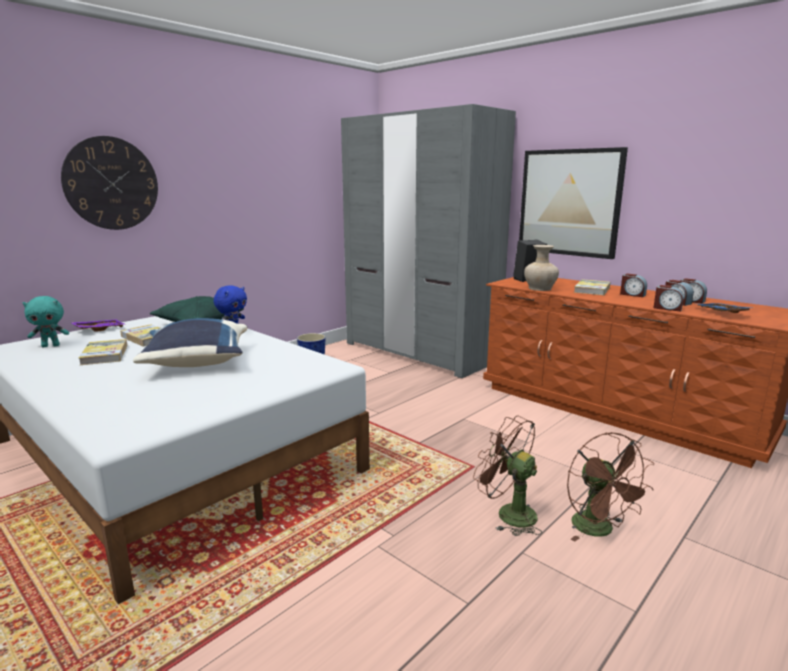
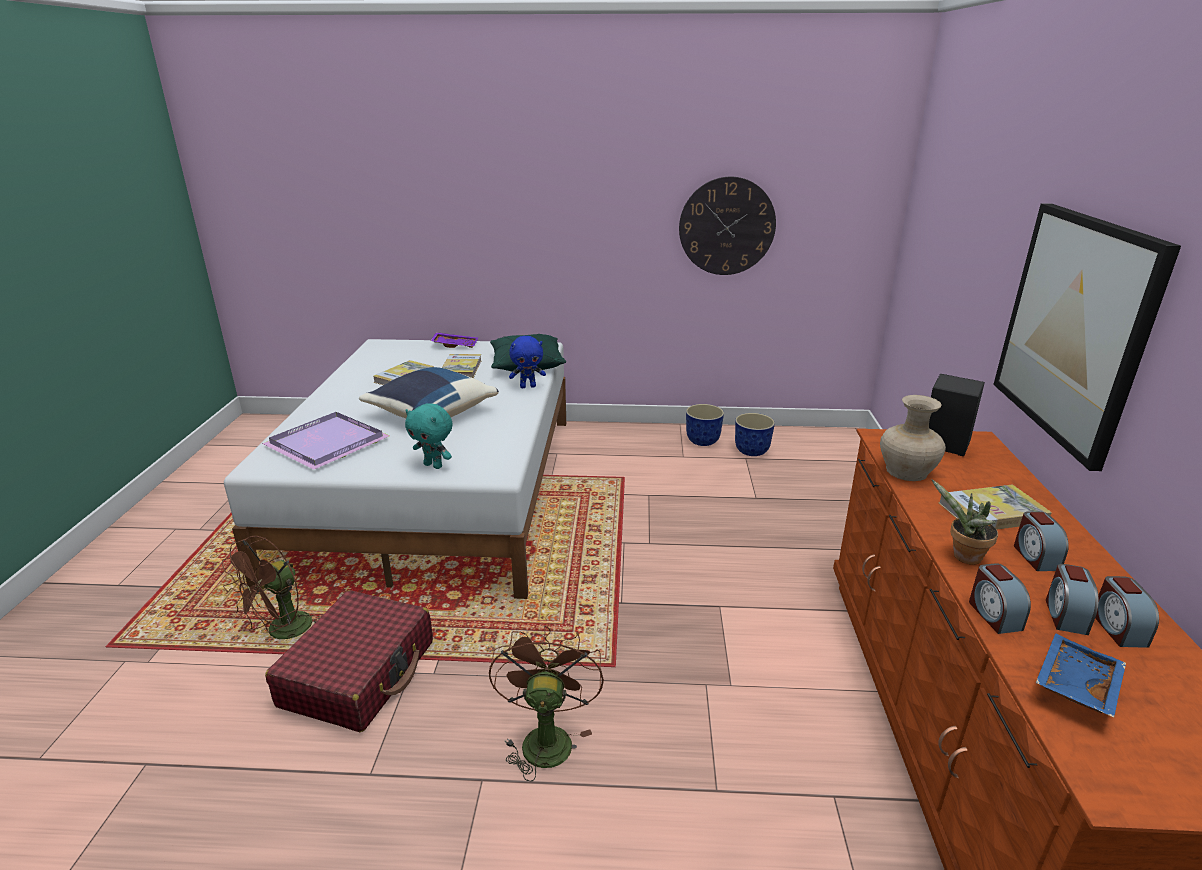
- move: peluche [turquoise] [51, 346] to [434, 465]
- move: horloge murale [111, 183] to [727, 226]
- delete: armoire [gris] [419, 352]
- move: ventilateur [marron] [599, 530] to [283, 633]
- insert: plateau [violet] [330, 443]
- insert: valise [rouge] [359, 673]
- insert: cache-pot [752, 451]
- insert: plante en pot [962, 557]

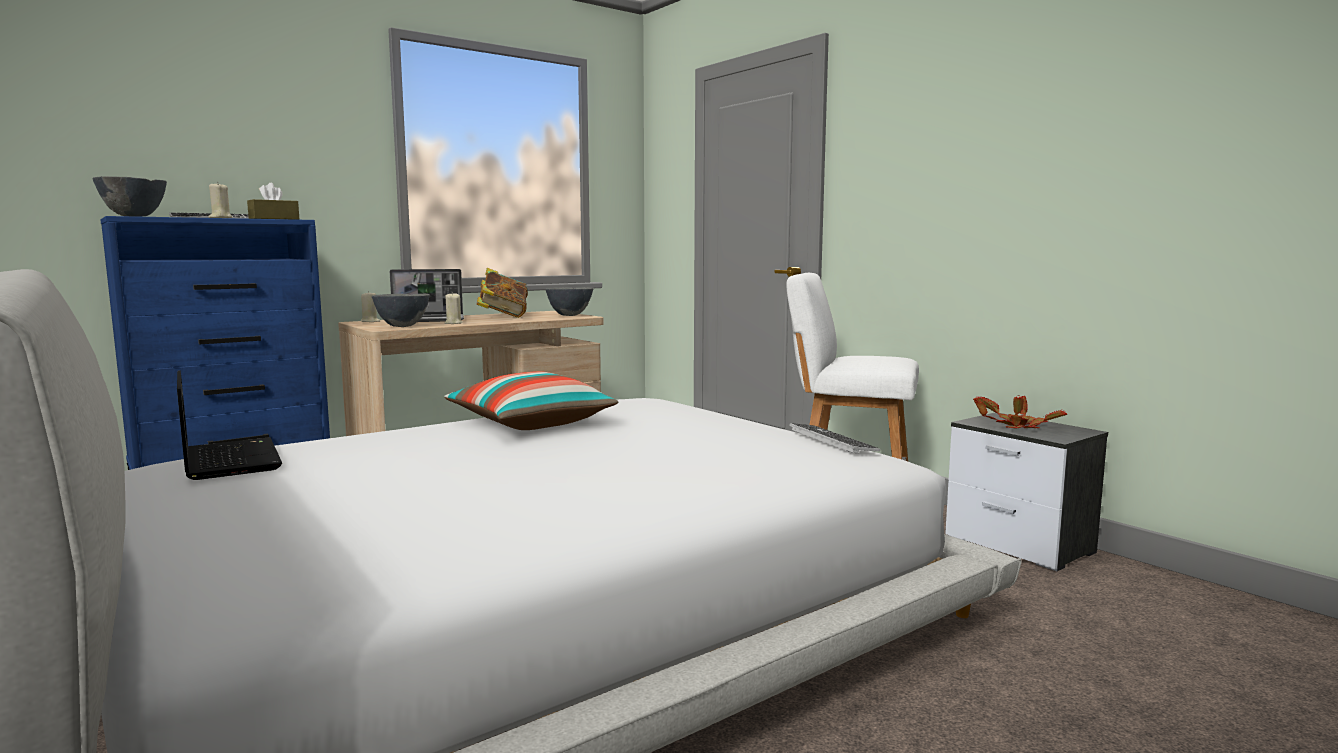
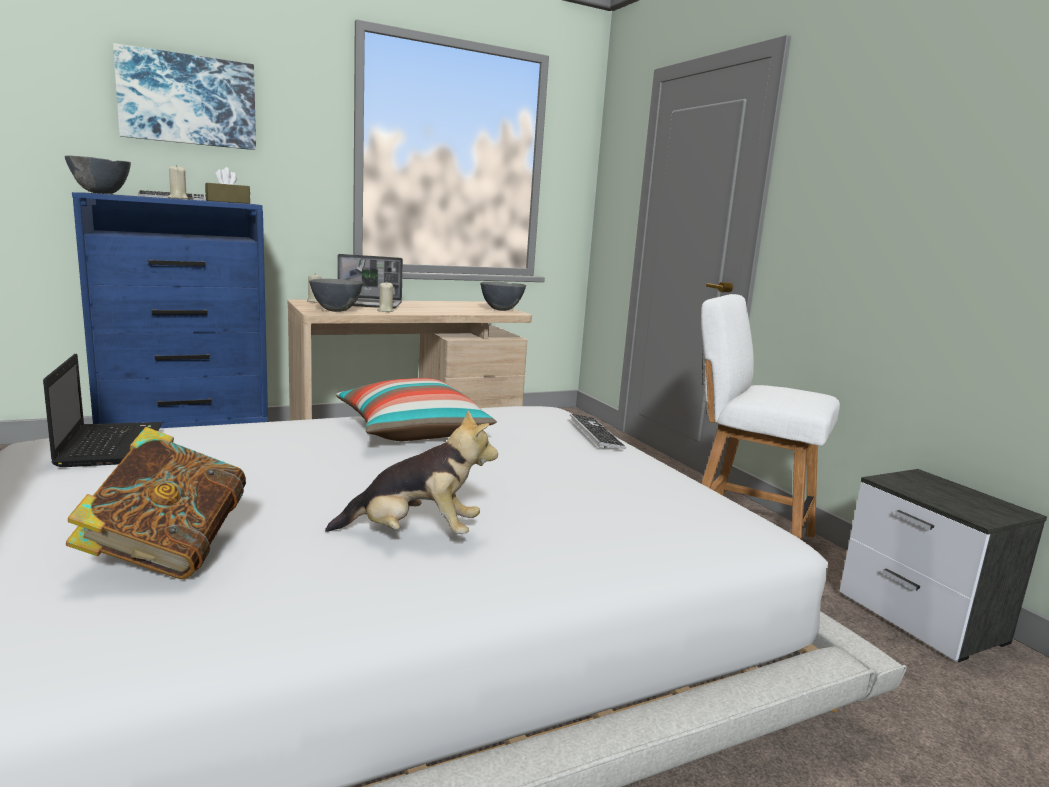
- move: livre [503, 316] to [167, 554]
- move: clavier [832, 440] to [595, 433]
- delete: plante en pot [1016, 427]
- insert: tableau [188, 100]
- insert: peluche [415, 535]

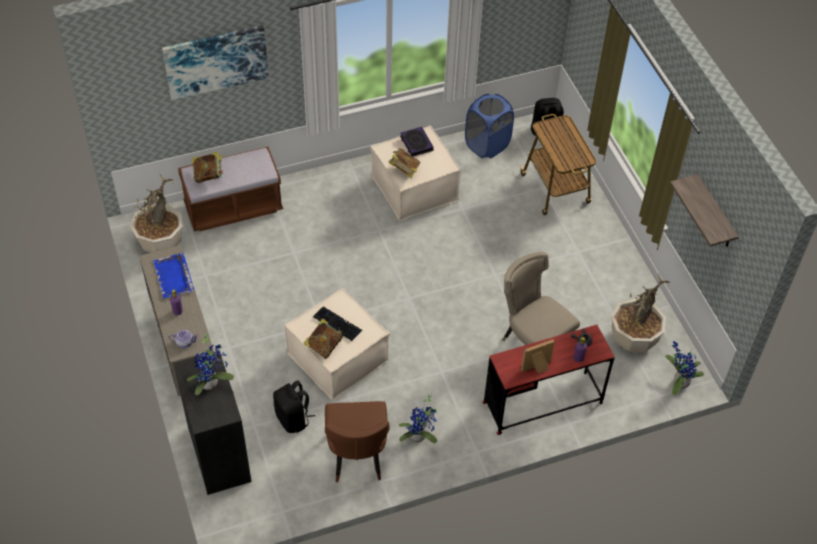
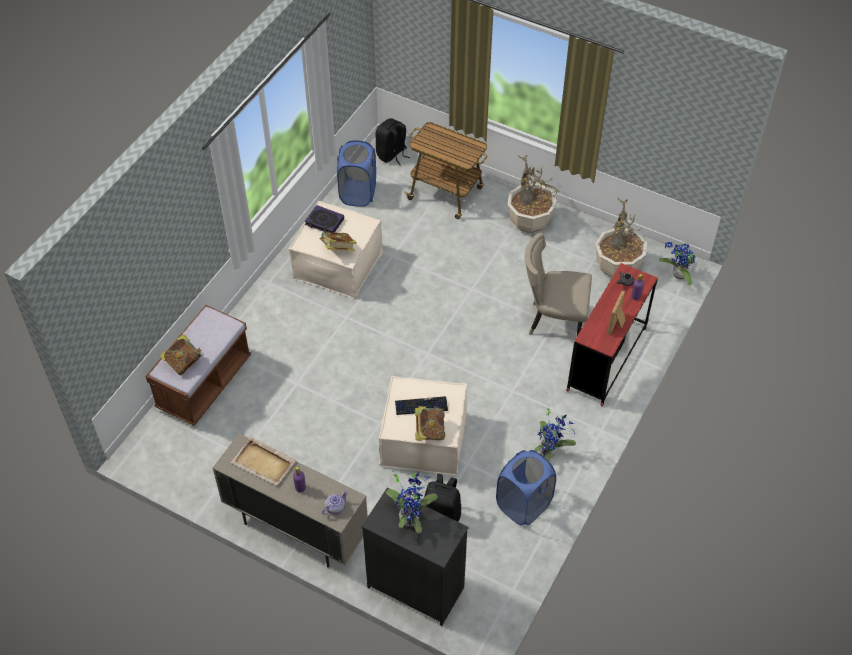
- move: plante en pot [161, 243] to [530, 222]
- recolor: plateau [bleu] [173, 277] to plateau [beige] [264, 463]
- delete: tableau [216, 61]
- replace: chaise [marron] [357, 459] to panier à linge [bleu] [523, 505]
- delete: étagère [715, 214]

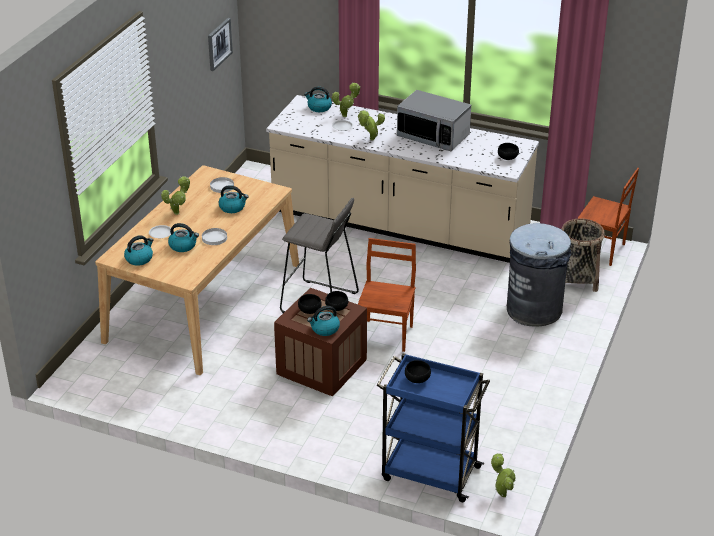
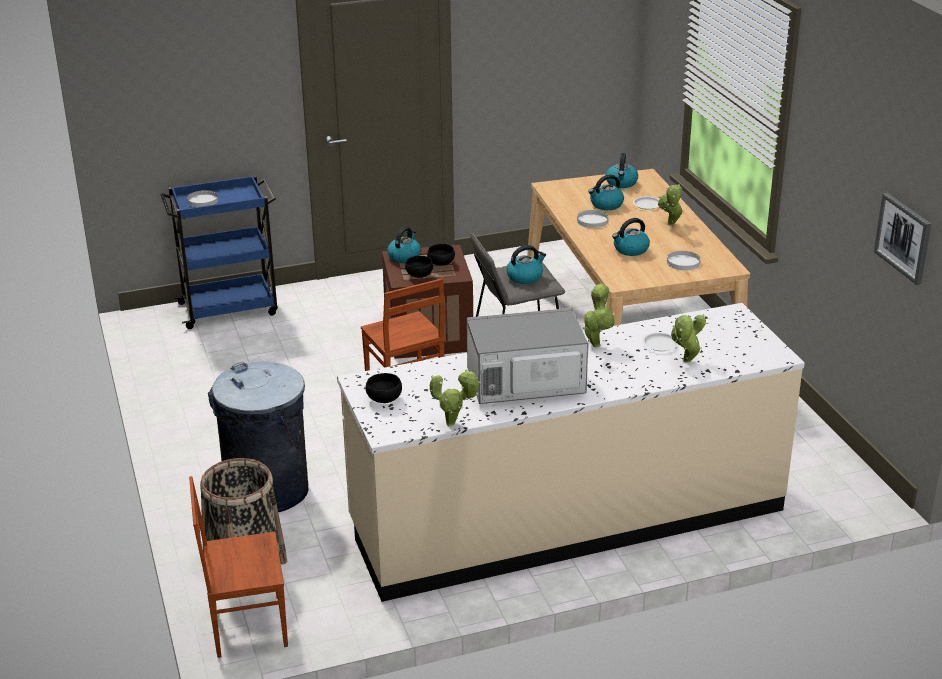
- move: bouilloire [319, 107] to [525, 277]
- delete: bol [noir] [418, 379]
- move: plante en pot [502, 494] to [453, 424]
- insert: assiette [blanc] [202, 201]

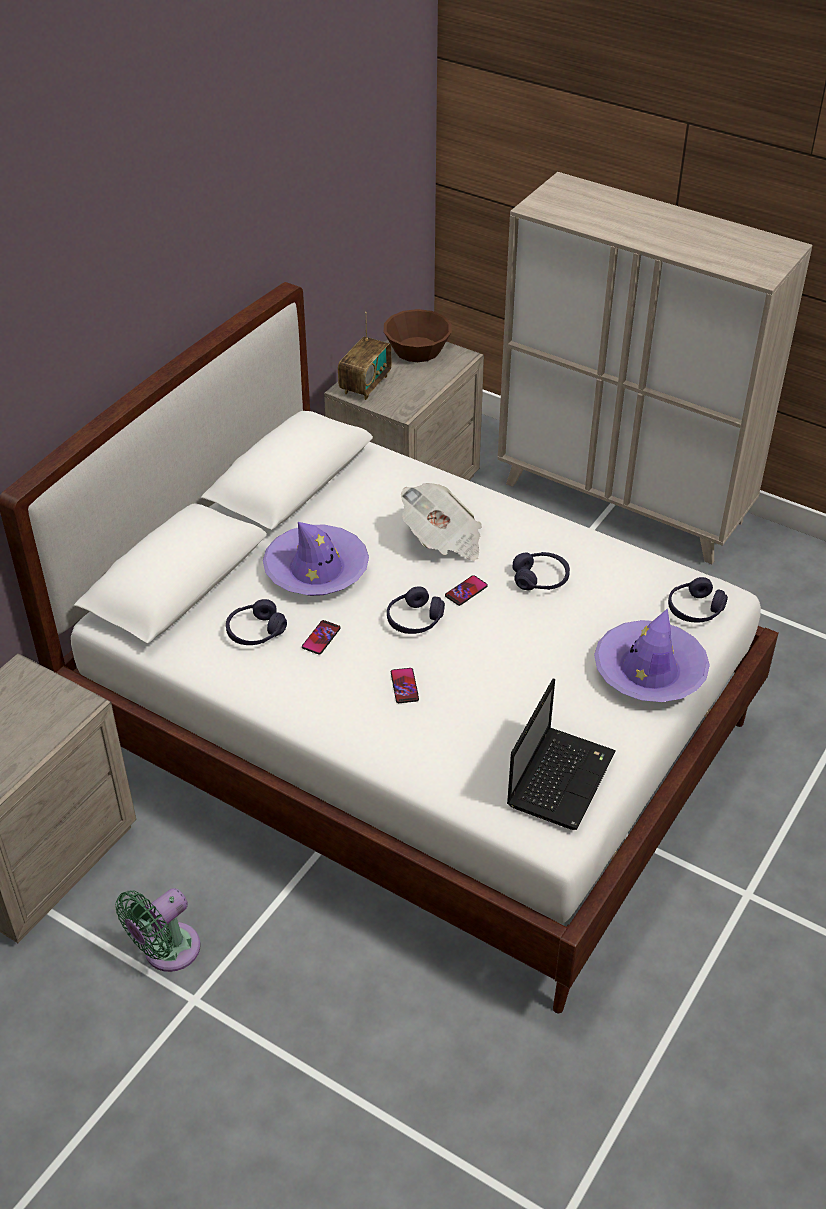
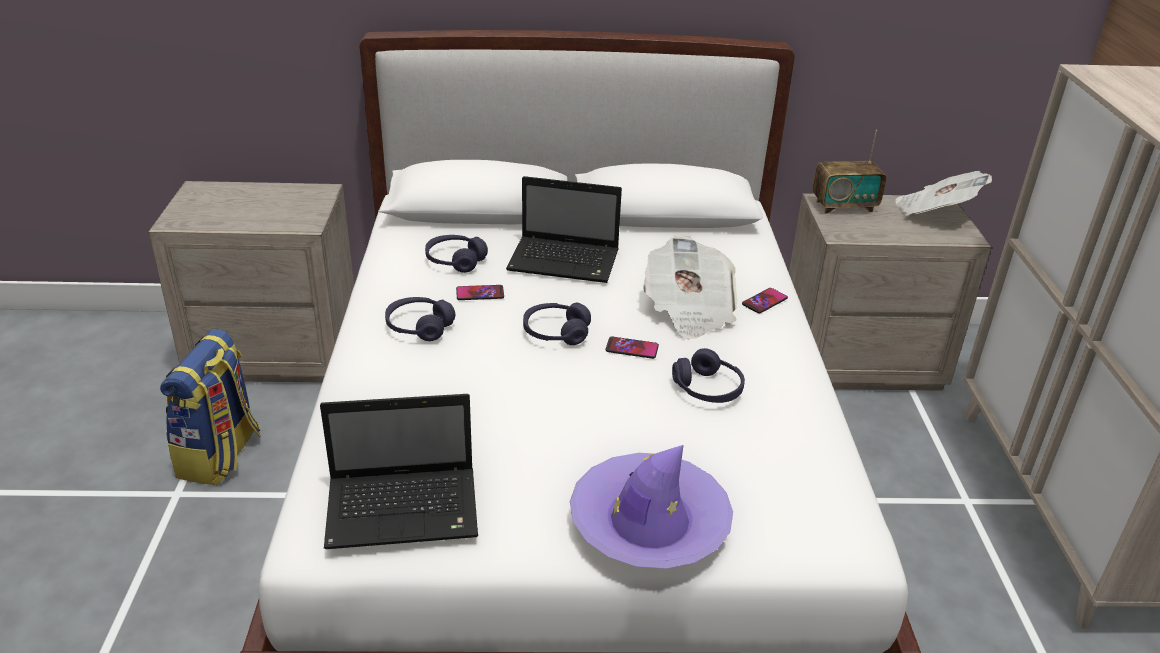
- replace: ventilateur [vert] [166, 951] to sac à dos [220, 456]
- replace: chapeau [violet] [316, 570] to ordinateur portable [566, 262]
- replace: bol [marron] [417, 349] to journal [934, 213]
- move: téléphone [404, 686] to [764, 301]
- move: casque audio [violet] [695, 609] to [419, 327]

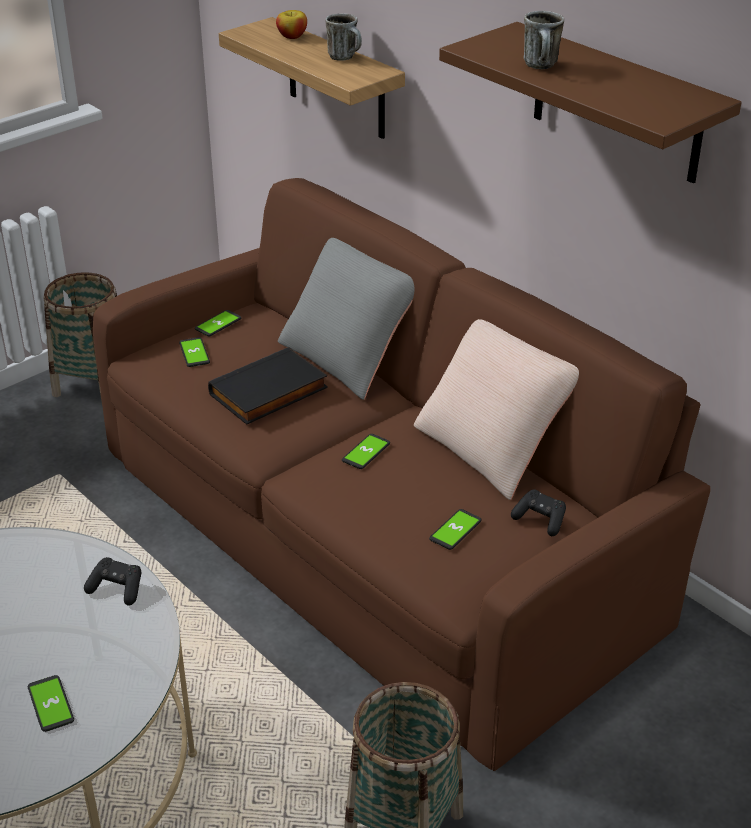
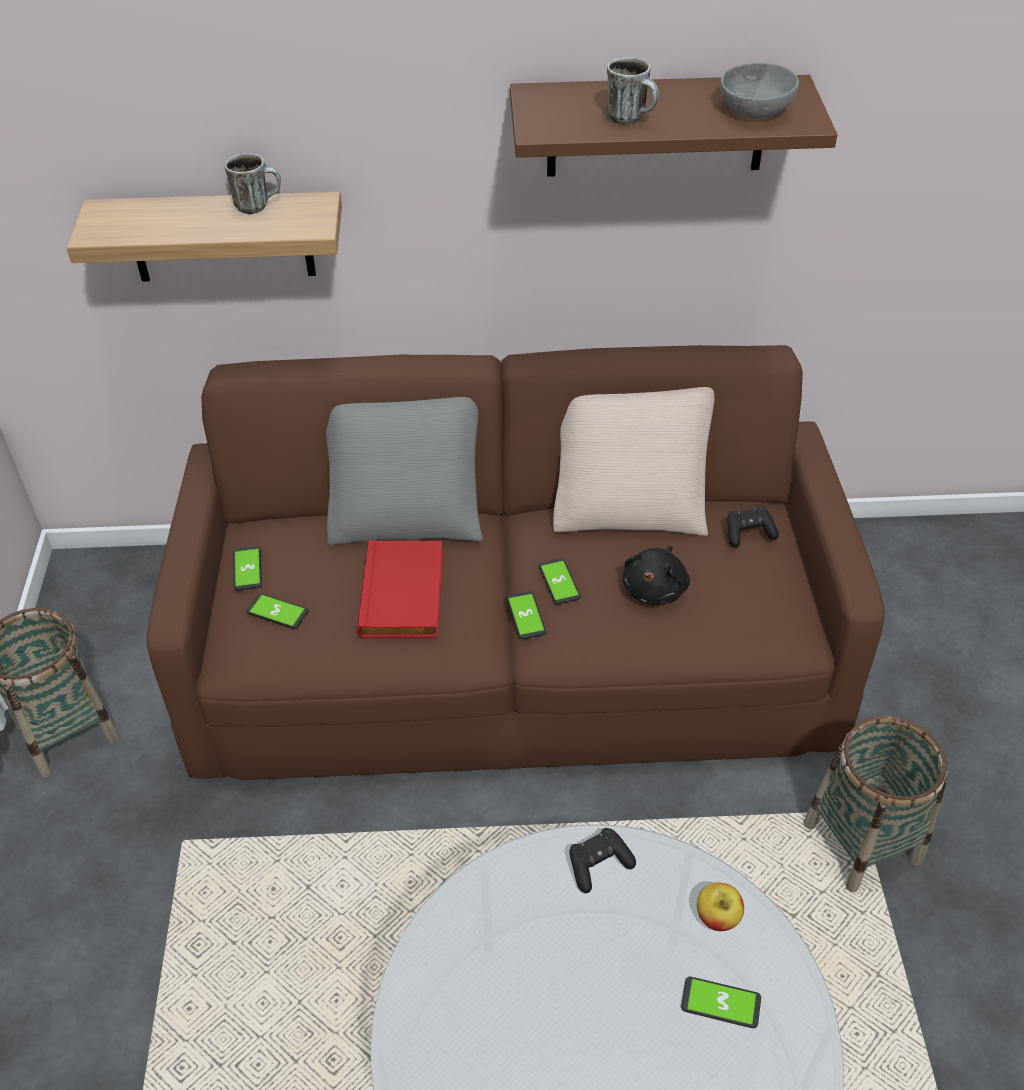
- recolor: livre [noir] [269, 392] to livre [rouge] [405, 595]
- move: pomme [292, 36] to [717, 917]
- move: téléphone [455, 530] to [526, 616]
- insert: peluche [noir] [655, 588]
- insert: bol [gris] [754, 111]

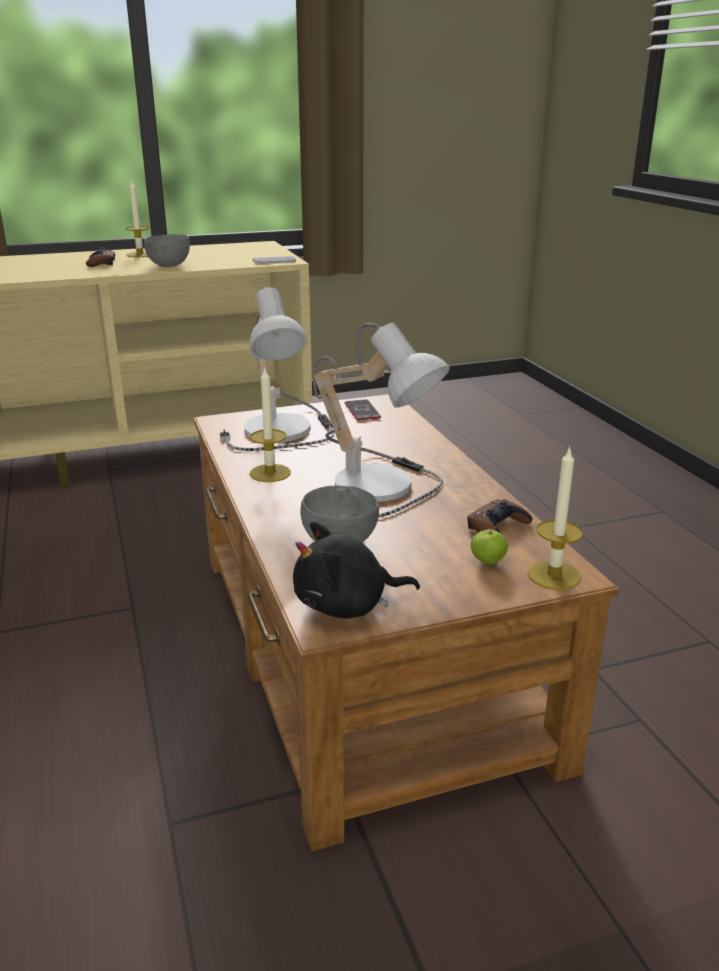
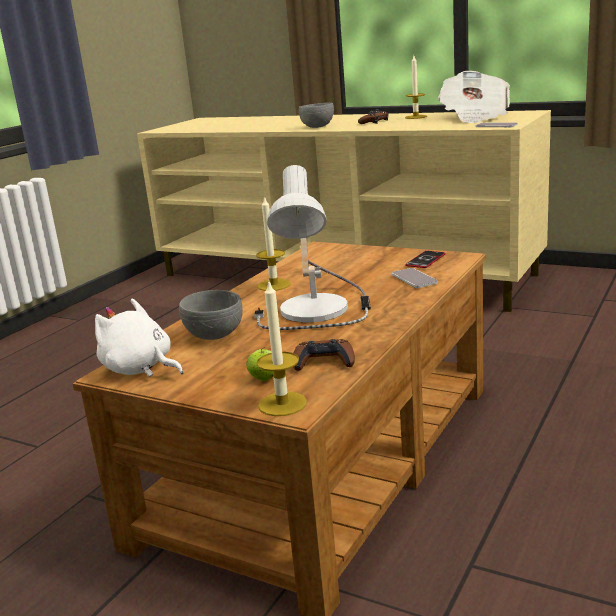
- move: bol [gris] [169, 266] to [317, 127]
- delete: lampe de table [285, 430]
- recolor: peluche [noir] [347, 605] to peluche [blanc] [140, 369]
- insert: téléphone [414, 279]
- insert: journal [474, 117]

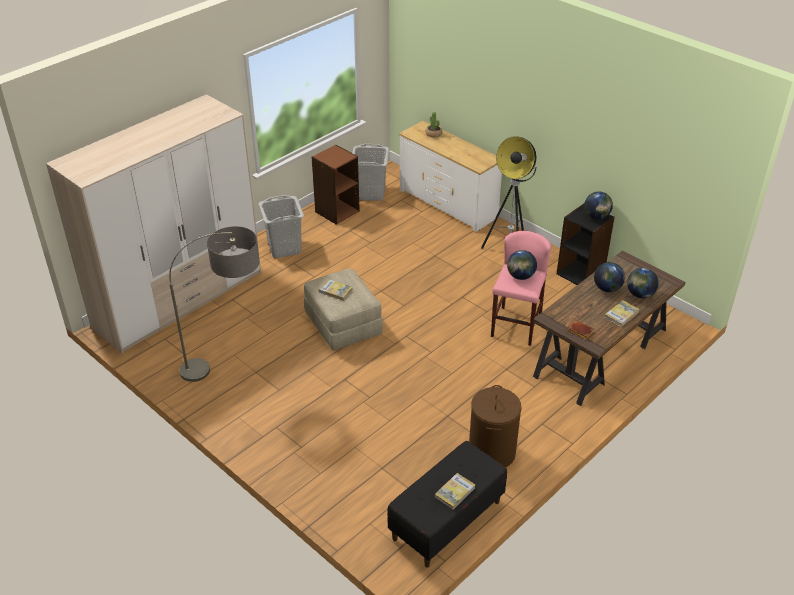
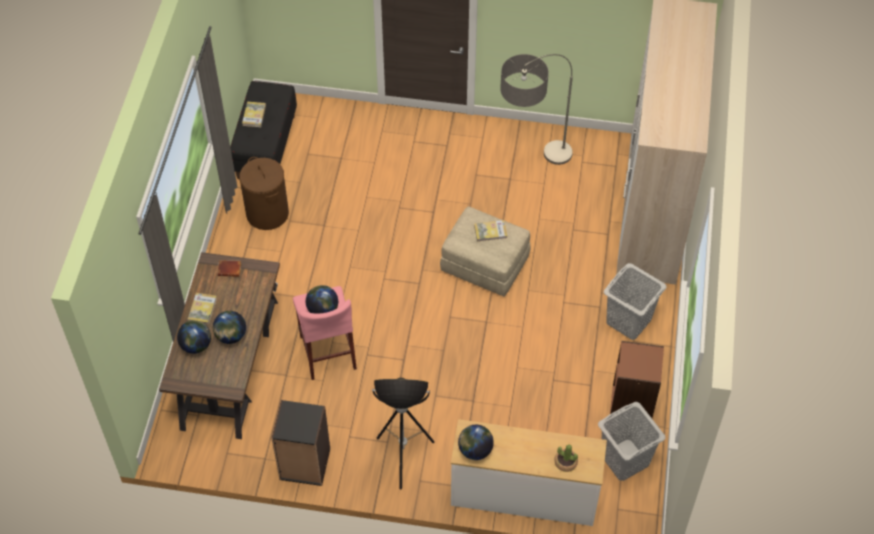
- move: globe [596, 216] to [475, 450]

